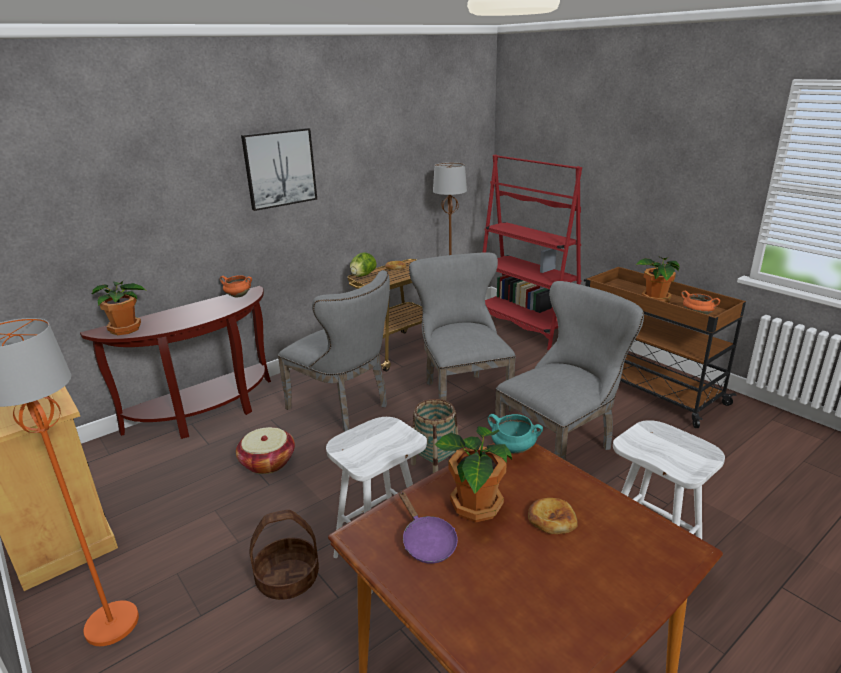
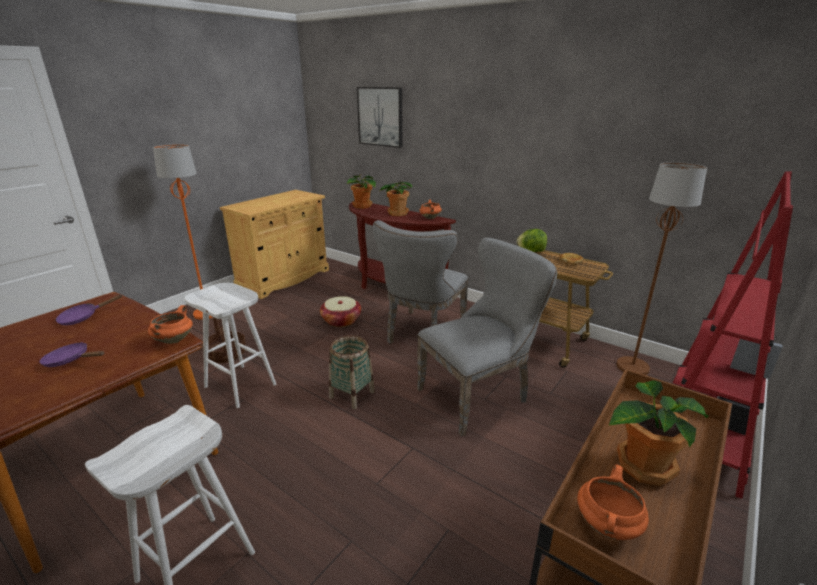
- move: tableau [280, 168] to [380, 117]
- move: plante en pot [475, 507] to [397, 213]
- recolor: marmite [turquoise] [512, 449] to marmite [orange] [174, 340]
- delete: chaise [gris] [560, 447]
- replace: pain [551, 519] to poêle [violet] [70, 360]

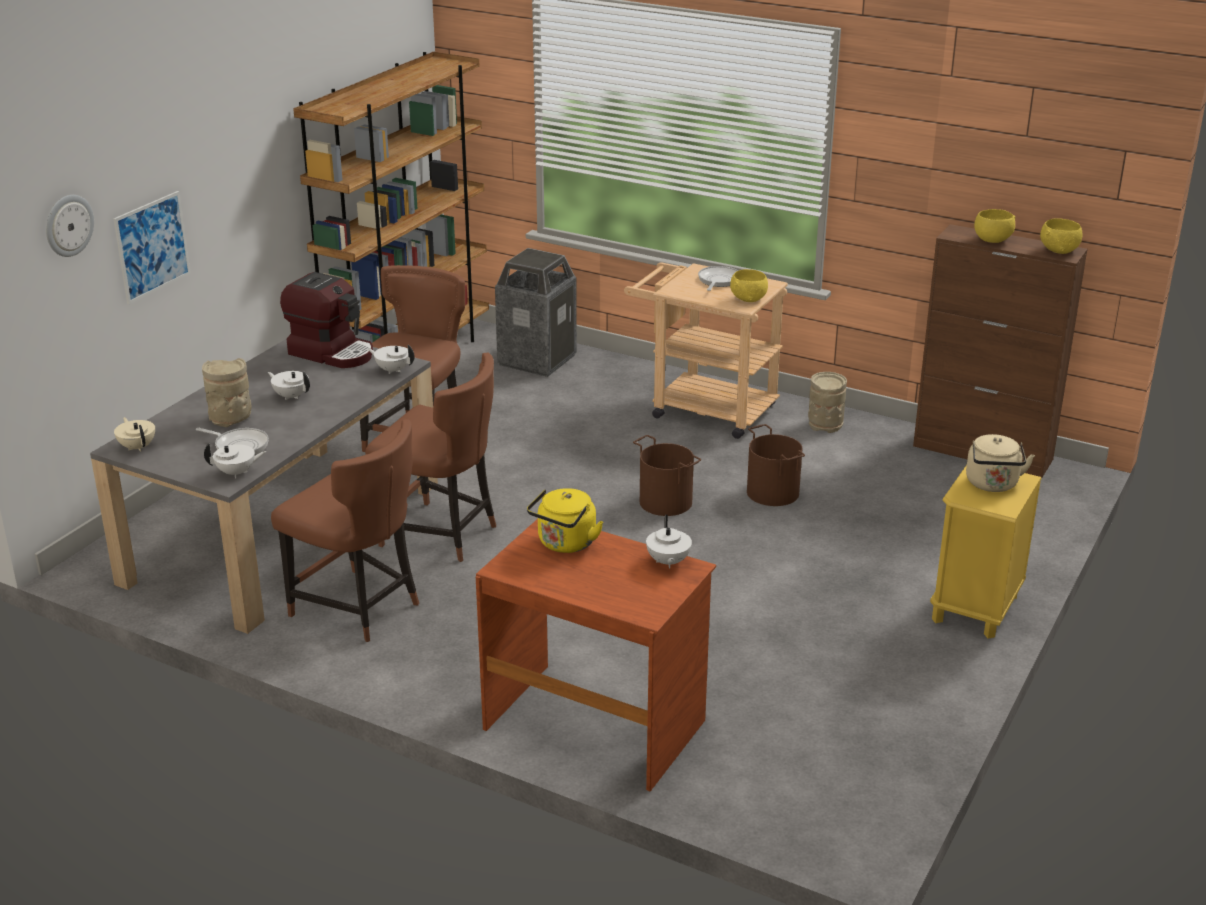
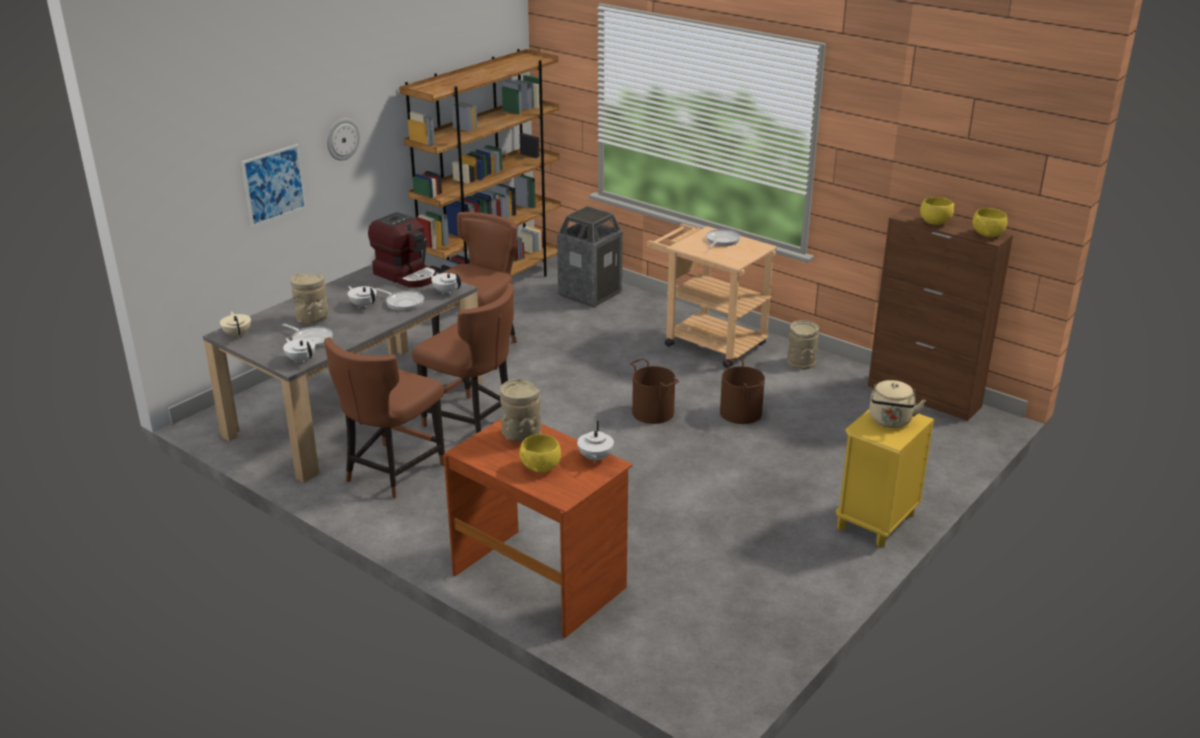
- move: horloge murale [68, 225] to [342, 139]
- rotate: théière [blanc] [236, 473] = [301, 360] 135 degrees counterclockwise
- rotate: chaise [marron] [359, 608] = [391, 472] 75 degrees clockwise
- replace: bouilloire [jaune] [565, 544] to vase [beige] [521, 436]
- move: bol [jaune] [749, 299] to [541, 467]
- insert: poêle [403, 302]

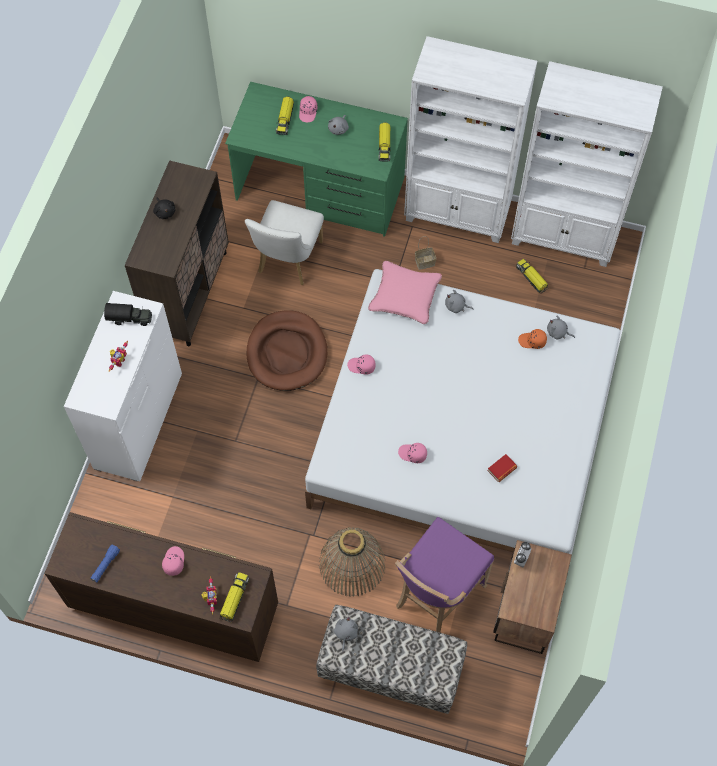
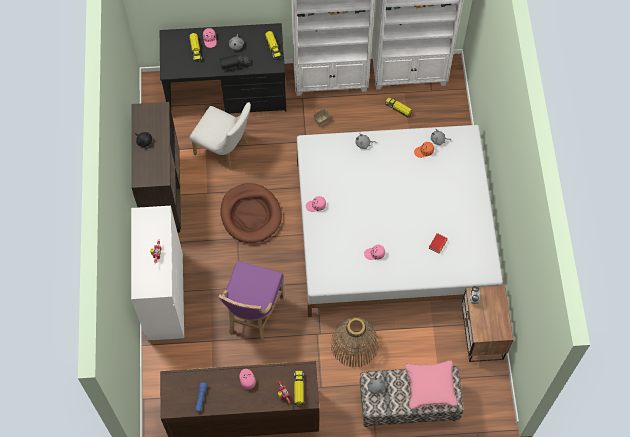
- move: camion jouet [130, 319] to [235, 65]
- recolor: bureau [vert] [320, 189] to bureau [noir] [227, 92]
- rotate: chaise [blanc] [287, 261] = [225, 150] 60 degrees counterclockwise
- move: coussin [rose] [405, 295] to [430, 386]
- move: tabouret [violet] [436, 596] to [253, 317]

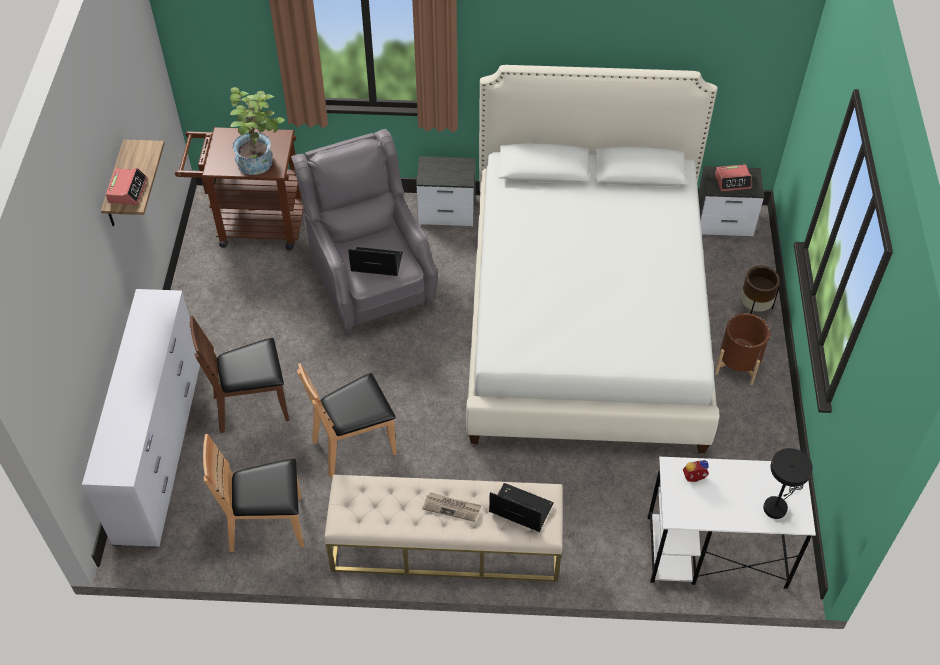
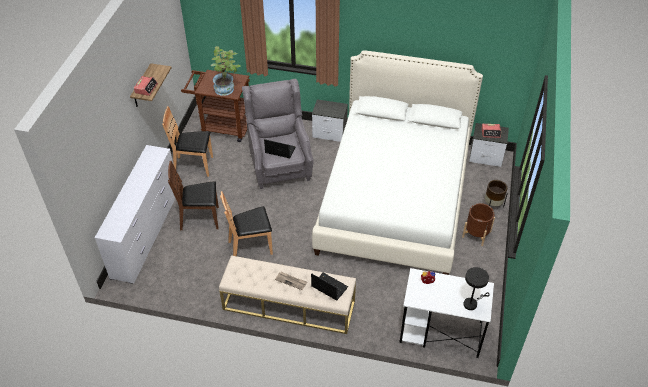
- move: chaise [marron] [267, 525] to [194, 166]

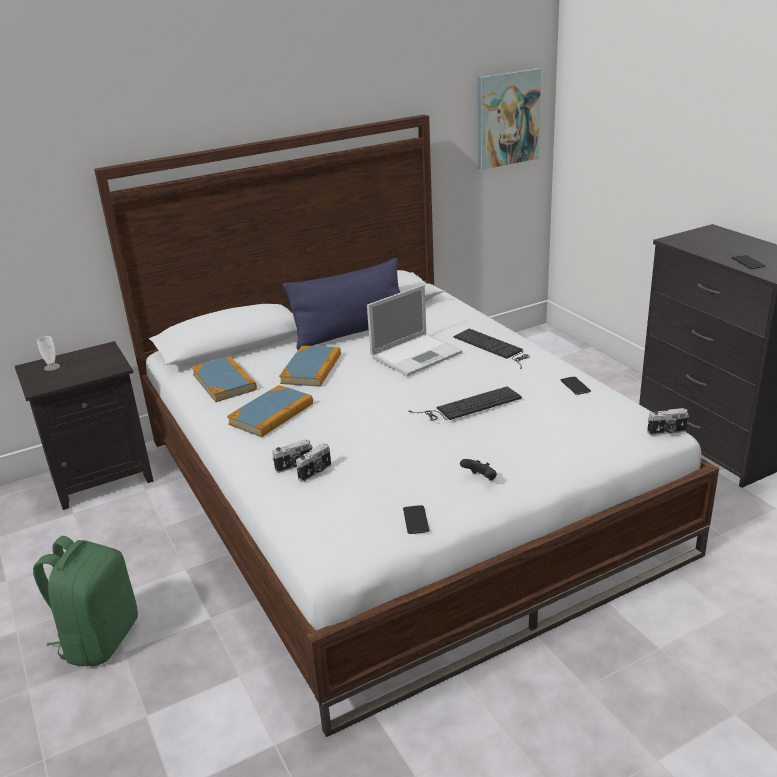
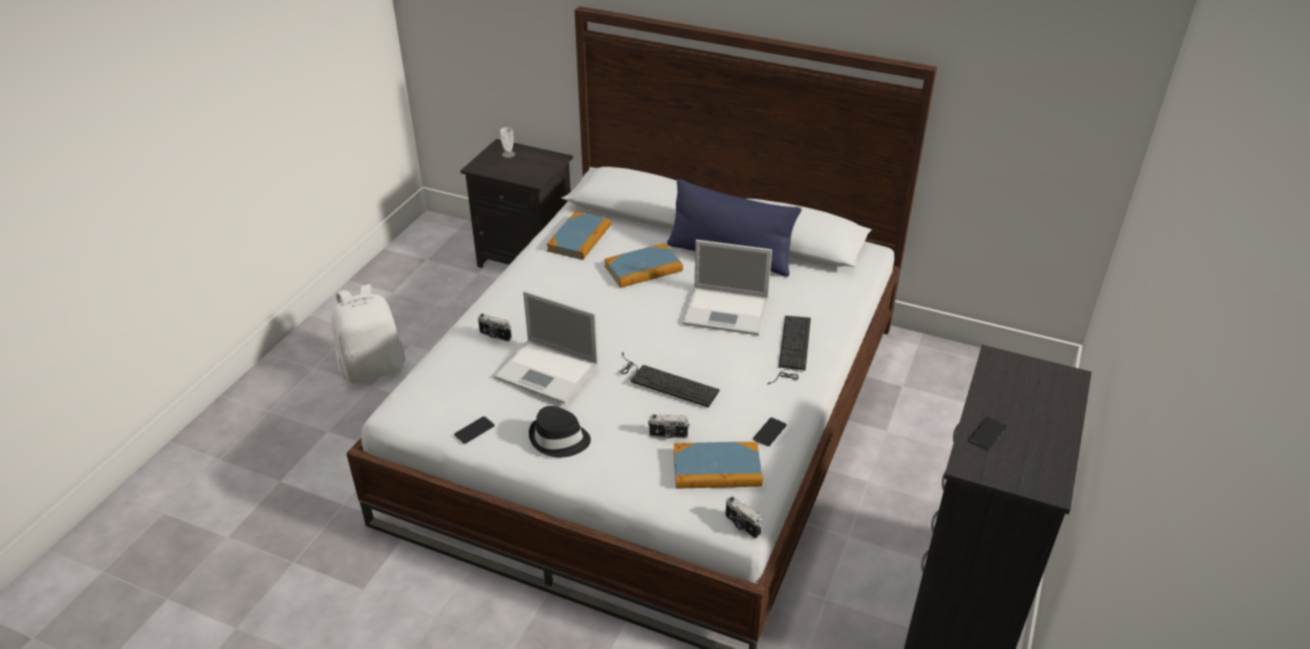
- recolor: sac à dos [vert] [99, 639] to sac à dos [blanc] [373, 368]
- move: livre [271, 414] to [717, 469]
- move: appareil photo [316, 472] to [668, 435]
- replace: manette [noir] [480, 479] to chapeau [noir] [559, 439]
- delete: tableau [507, 118]
- insert: ordinateur portable [548, 371]

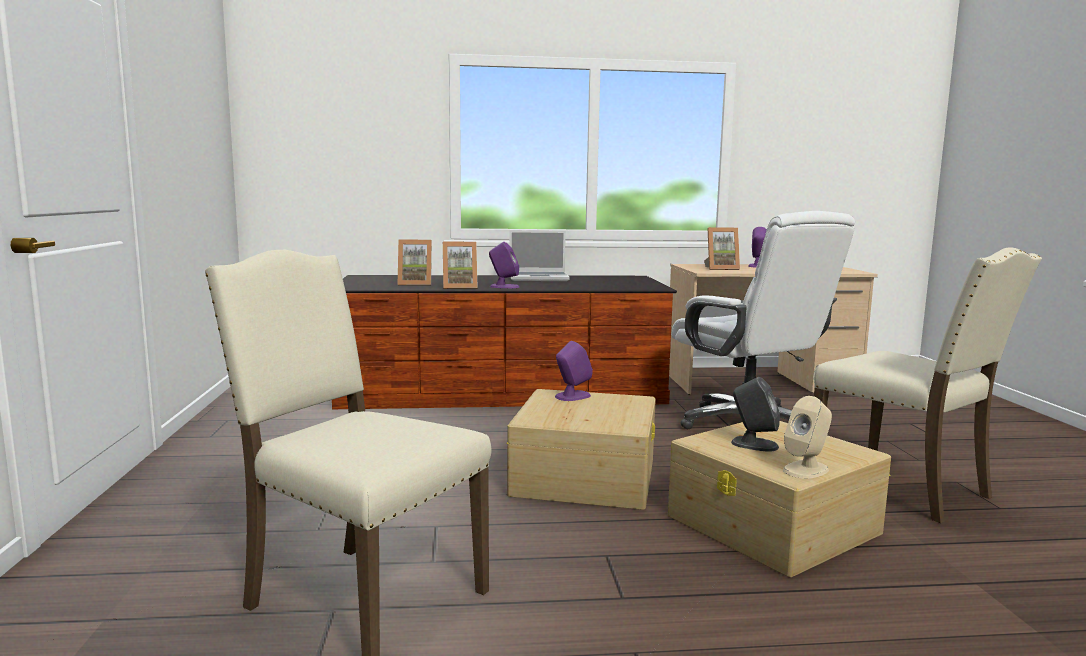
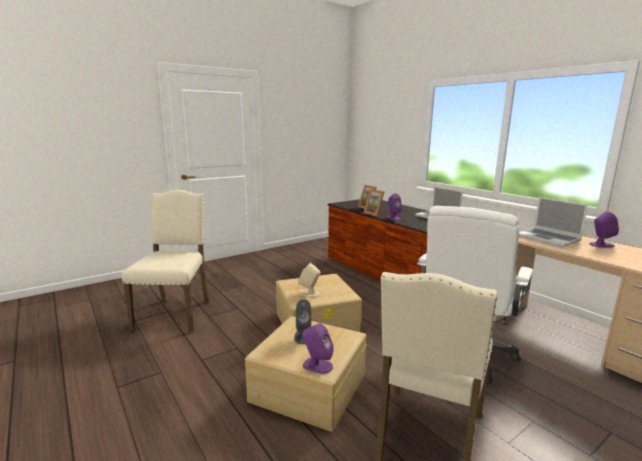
- move: enceinte [violet] [572, 396] to [317, 365]
- replace: cadre photo [721, 268] to ordinateur portable [549, 238]
- move: enceinte [beige] [806, 469] to [309, 293]

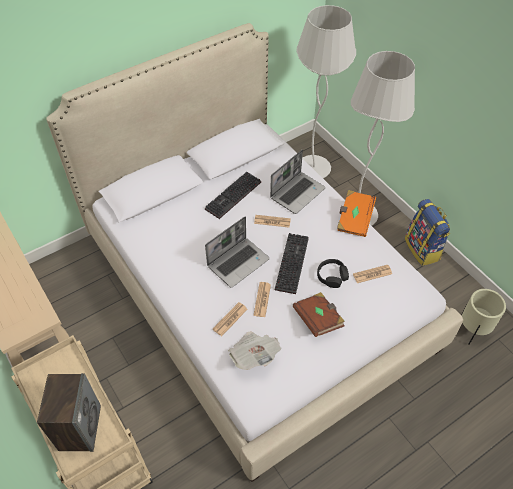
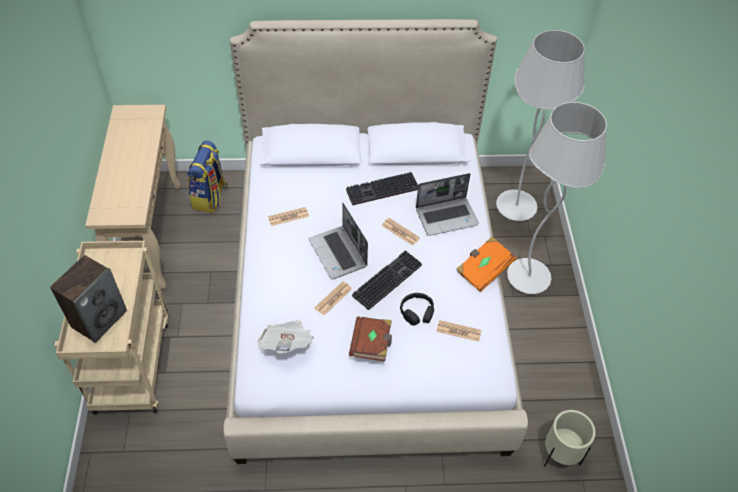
- rotate: ordinateur portable [238, 262] = [339, 253] 75 degrees clockwise
- move: journal [230, 319] to [288, 217]
- move: sac à dos [423, 249] to [210, 197]

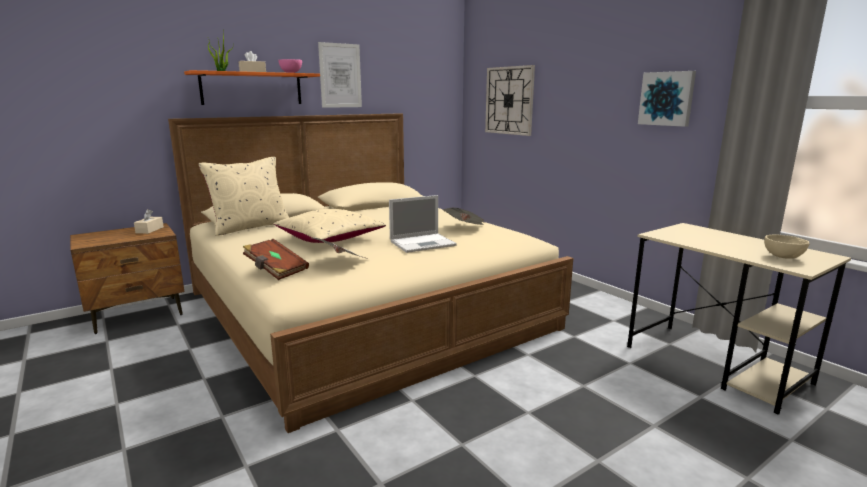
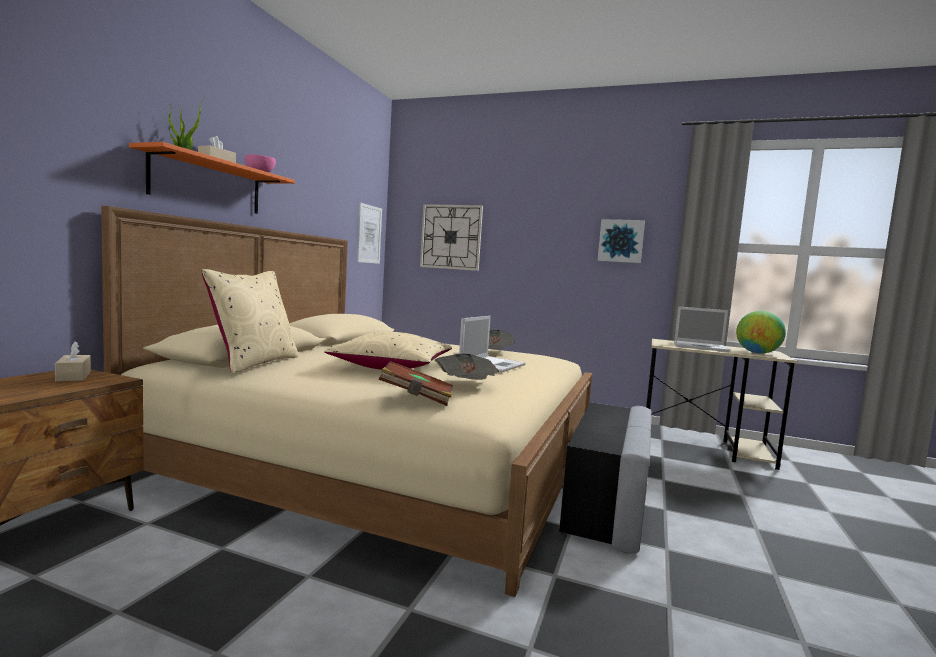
- move: tableau [340, 75] to [369, 234]
- replace: bol [beige] [783, 257] to globe [757, 353]
- insert: pouf [gris] [607, 503]
- insert: ordinateur portable [701, 347]

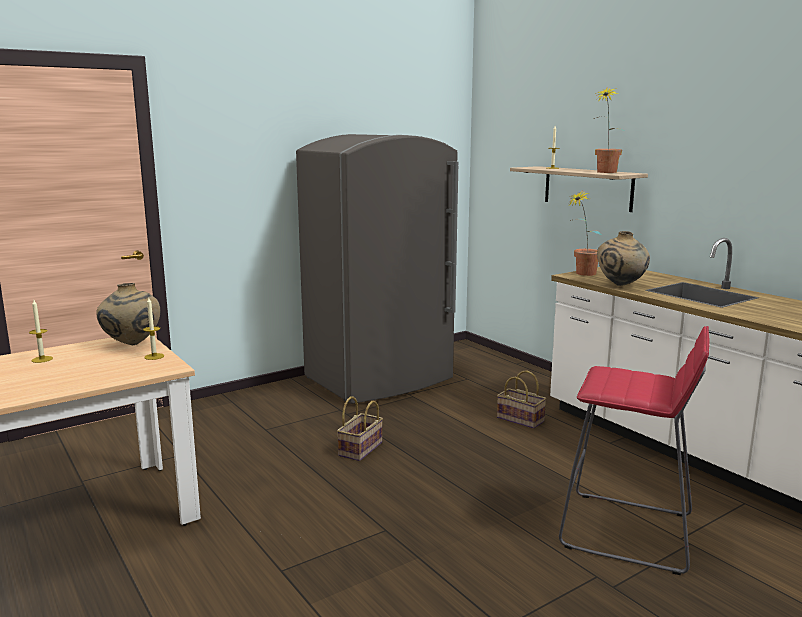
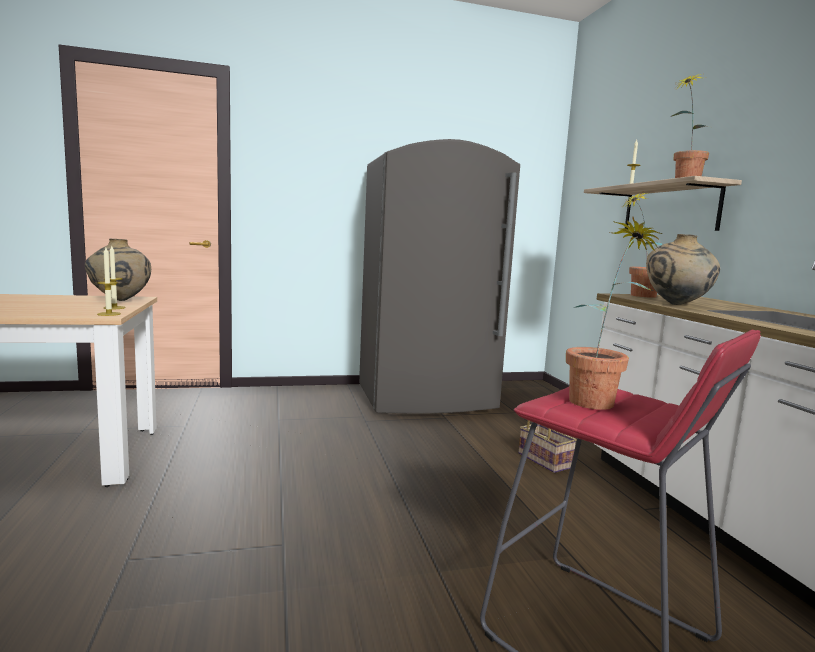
- move: bougie [42, 359] to [109, 314]
- delete: panier [361, 450]
- insert: plante en pot [600, 400]

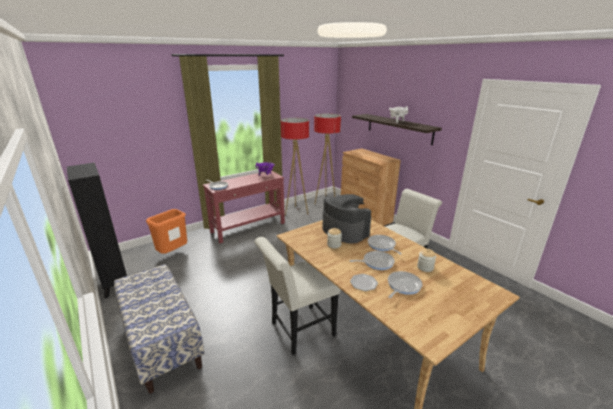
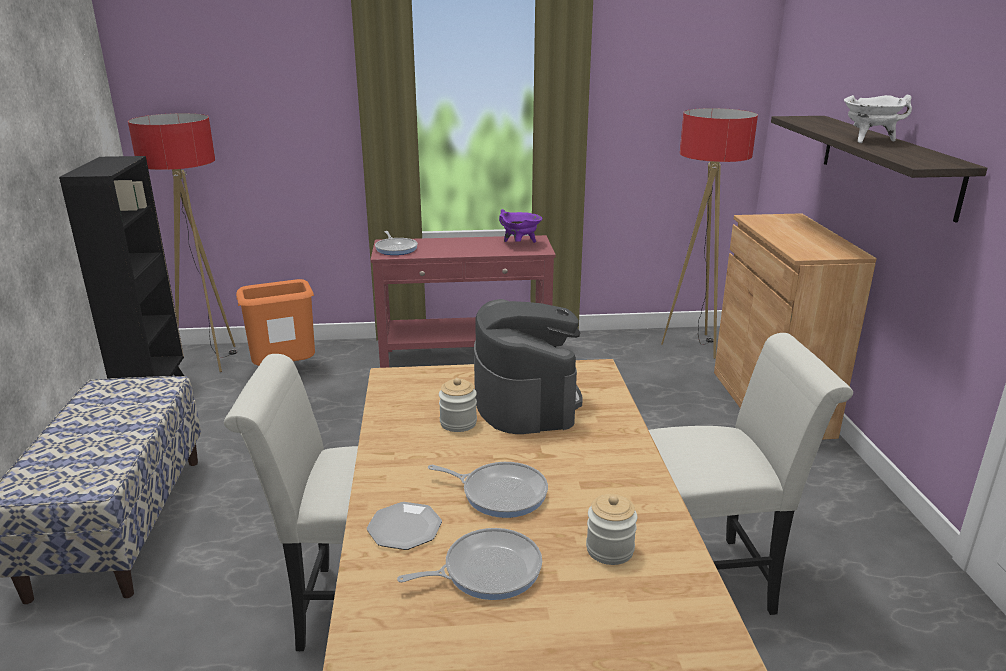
- move: lampadaire [296, 212] to [211, 359]
- delete: poêle [382, 245]

